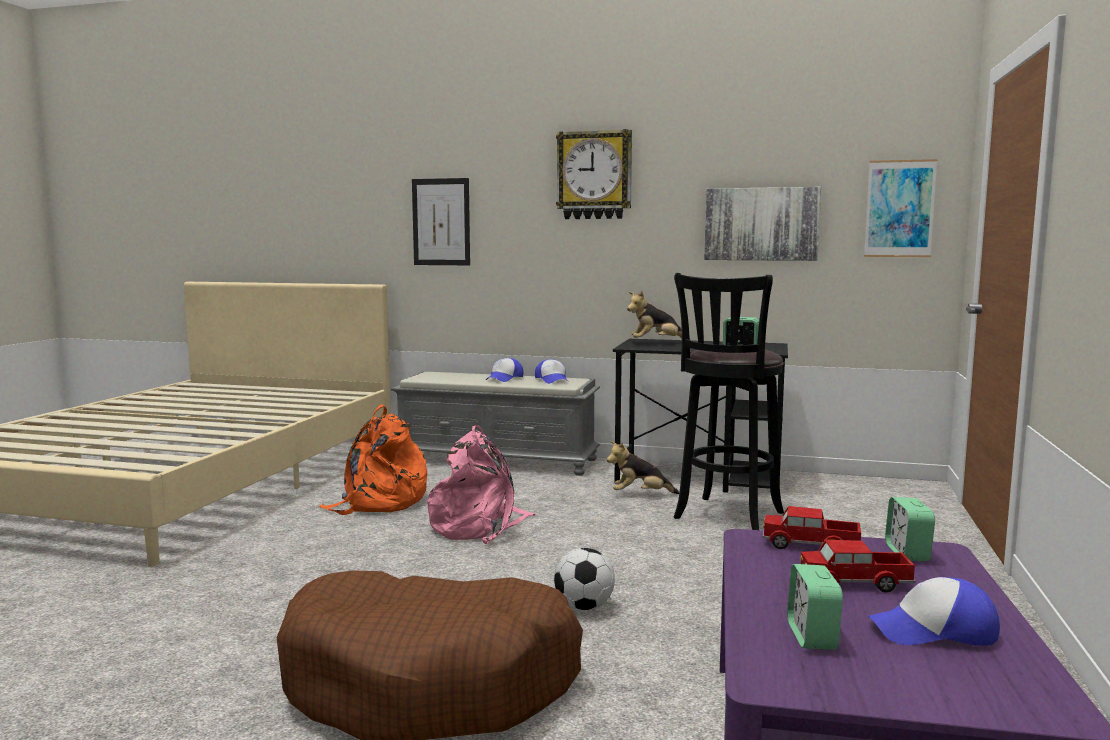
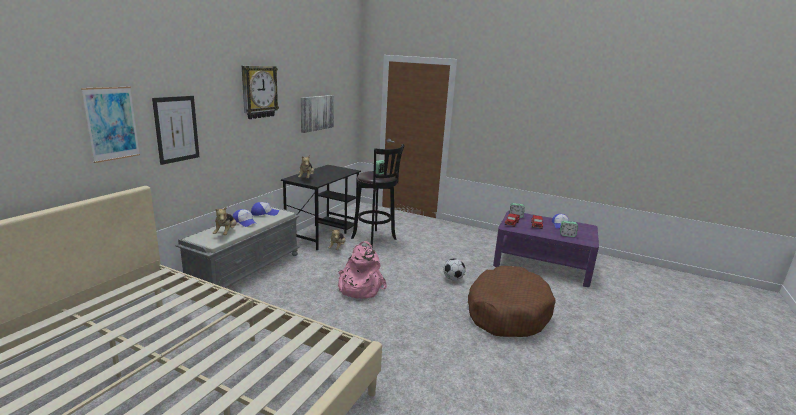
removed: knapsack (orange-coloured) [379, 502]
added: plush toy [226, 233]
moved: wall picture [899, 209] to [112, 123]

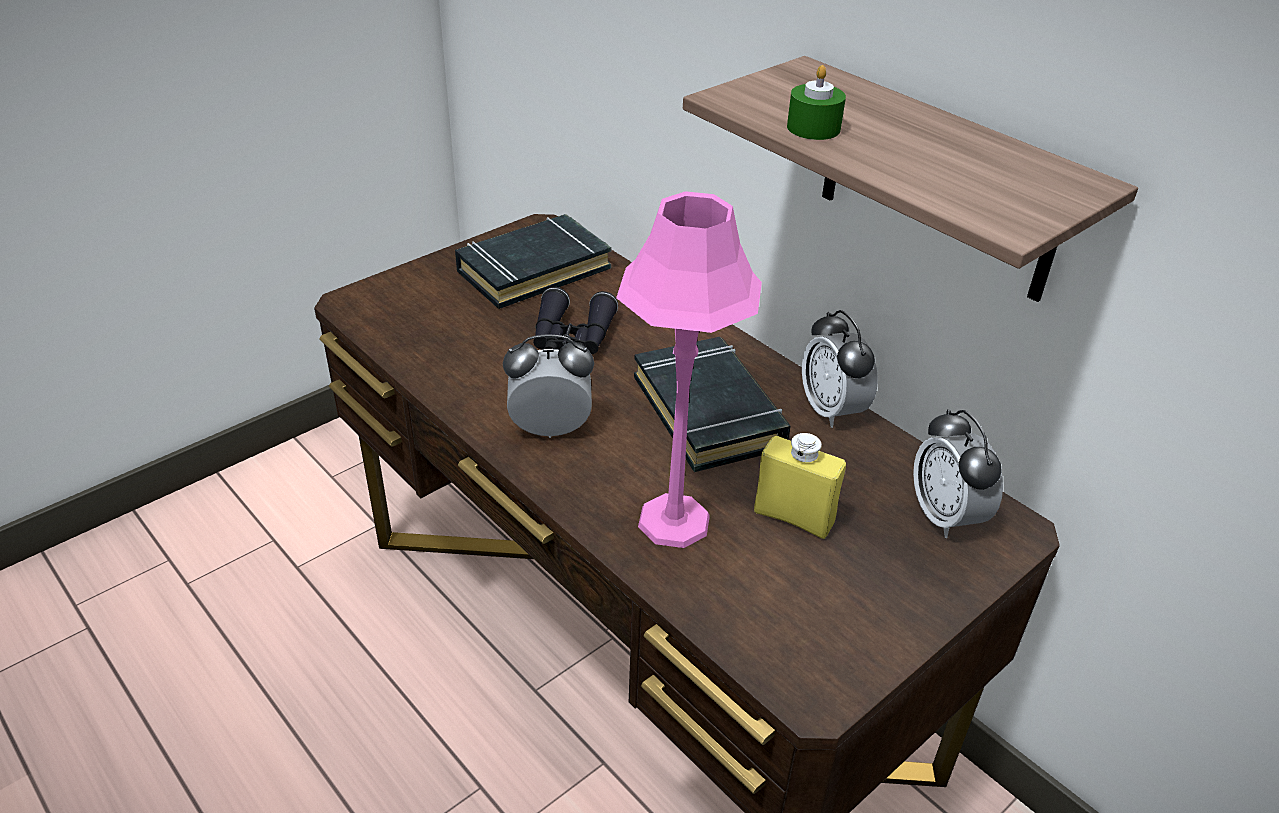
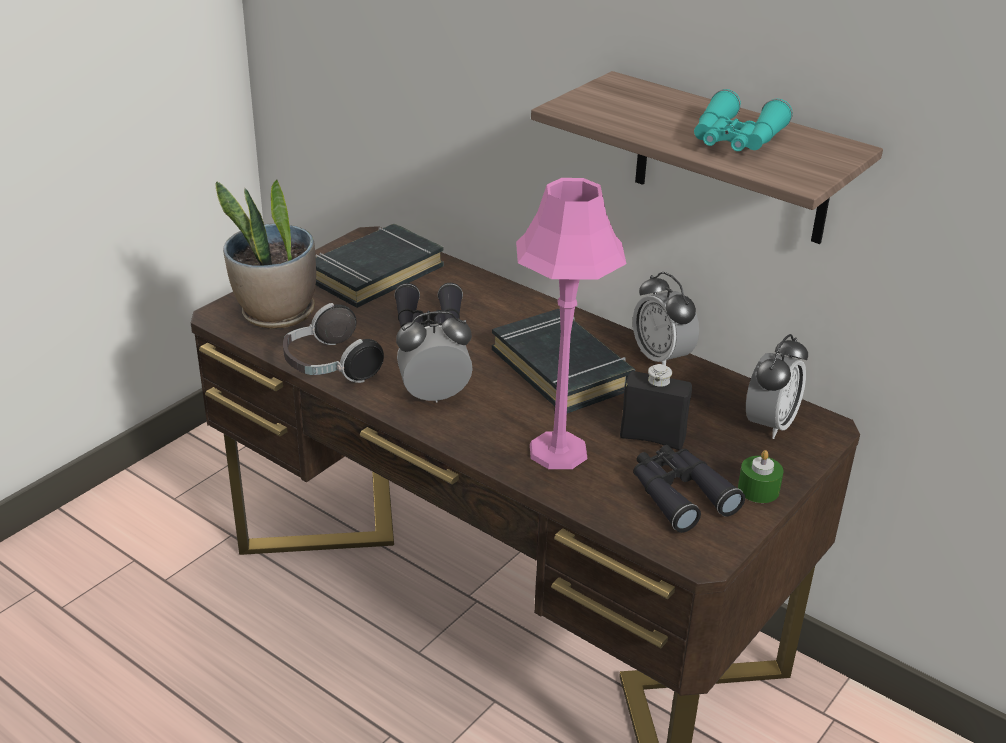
added: plant in a pot [276, 314]; headphones [329, 366]; pair of binoculars (blackish) [679, 494]; pair of binoculars (blue-green) [736, 140]
moved: wax light (greenish) [813, 128] to [758, 489]
recoloured: bottle (yellowish) [793, 517] to bottle (blackish) [652, 438]
turned: bedside clock [945, 516] = [770, 424] 120 degrees counterclockwise

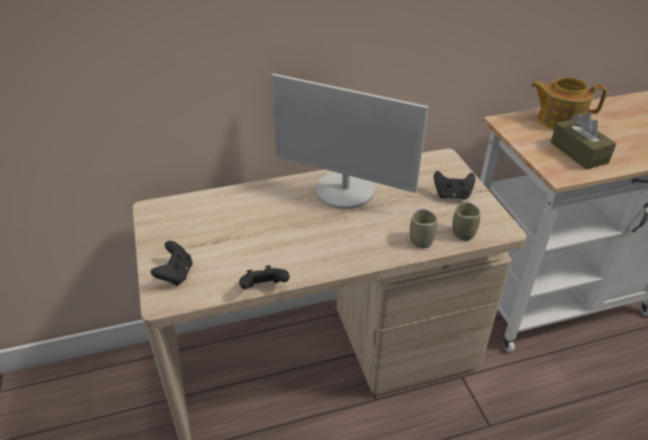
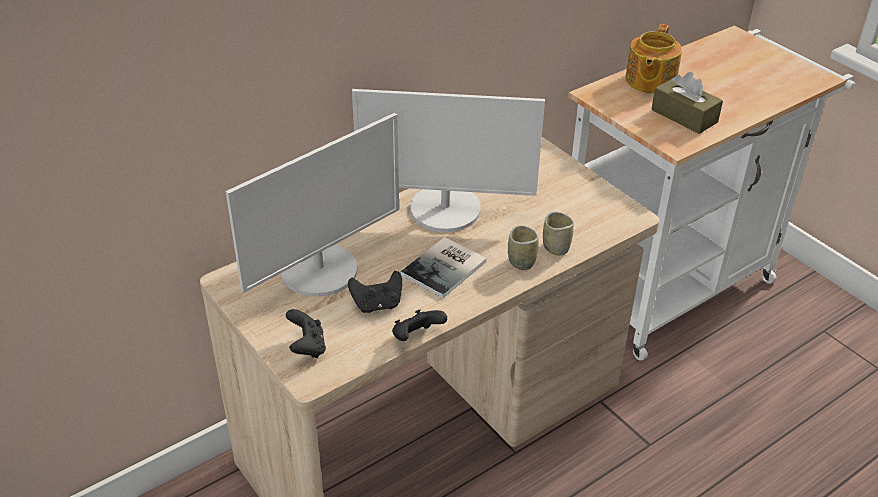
added: computer display [320, 270]; bound book [446, 268]
moved: joypad (blackish) [452, 195] to [377, 305]; small cup [463, 233] to [521, 262]
turned: teapot [559, 120] = [649, 81] 60 degrees counterclockwise

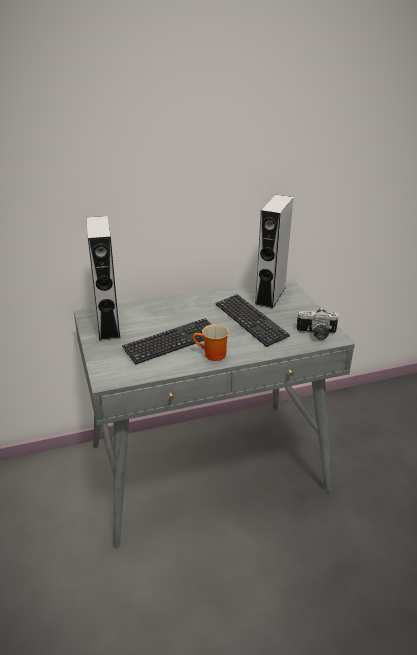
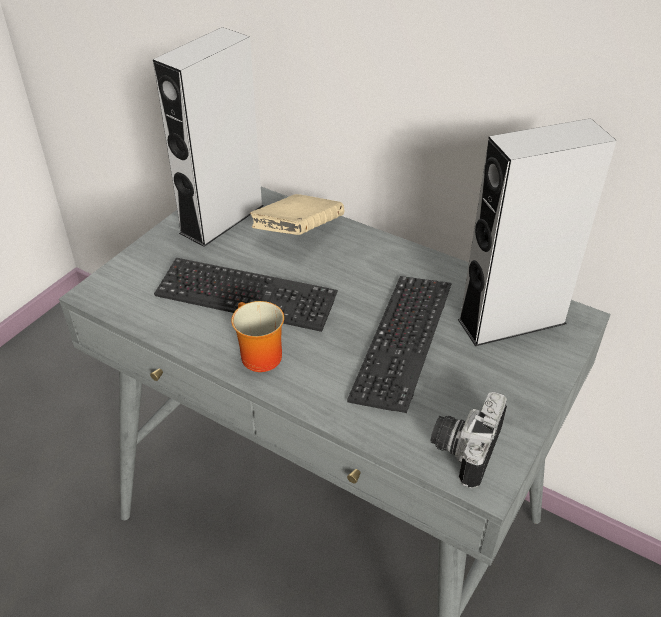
added: bound book (beige-coloured) [298, 233]
turned: still camera [316, 335] = [463, 447] 60 degrees clockwise

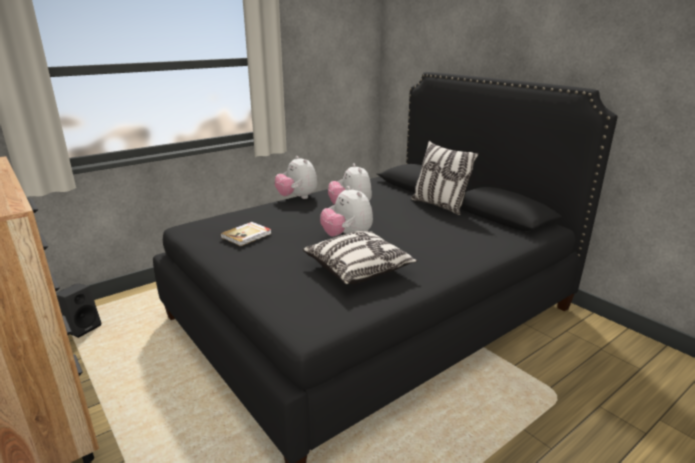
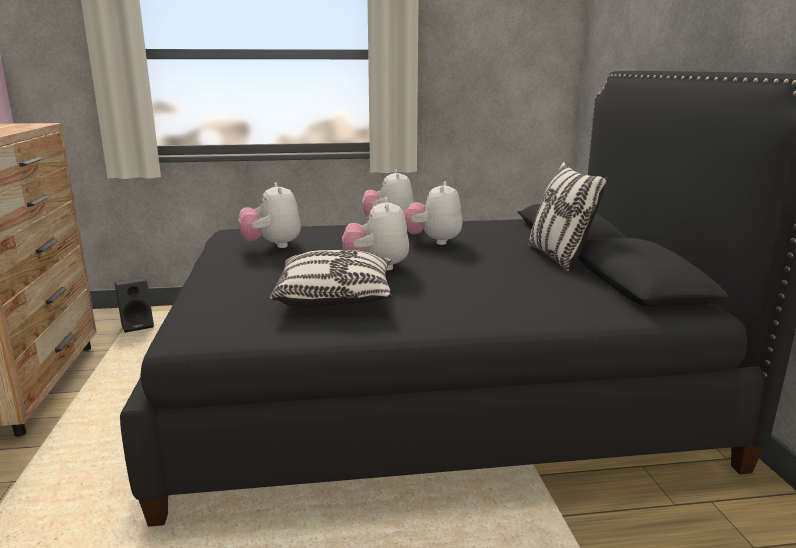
replaced: bound book [247, 235] to plush toy [272, 245]

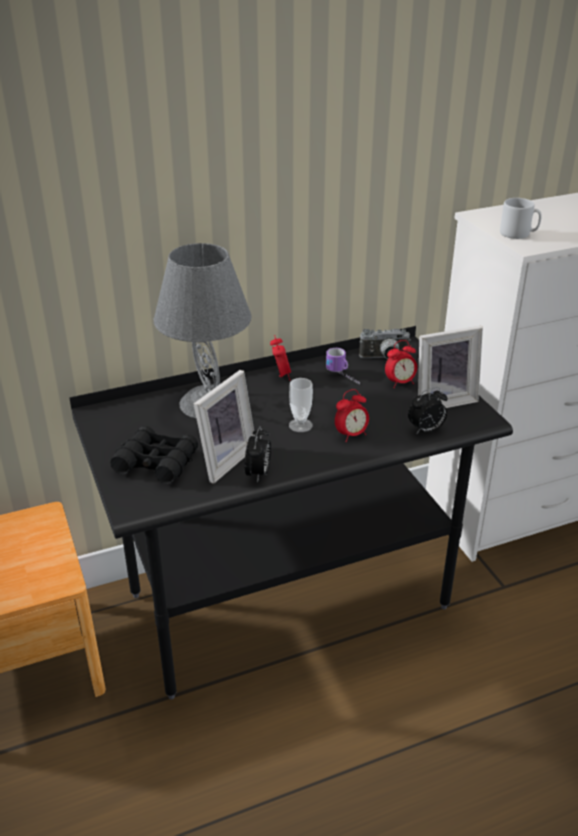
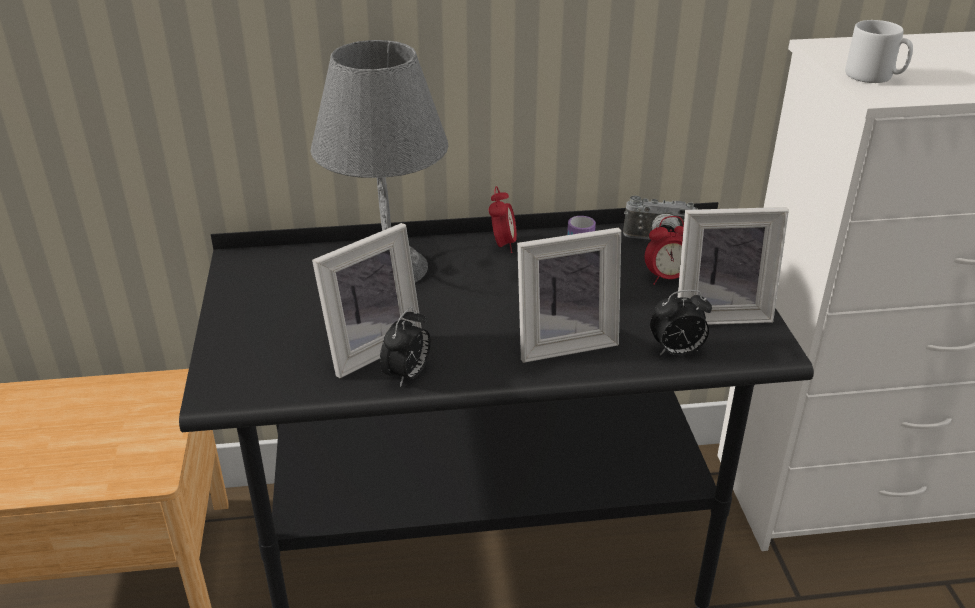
removed: pair of binoculars (blackish) [156, 462]; small cup [300, 425]
replaced: bedside clock [351, 435] to standing frame [563, 341]

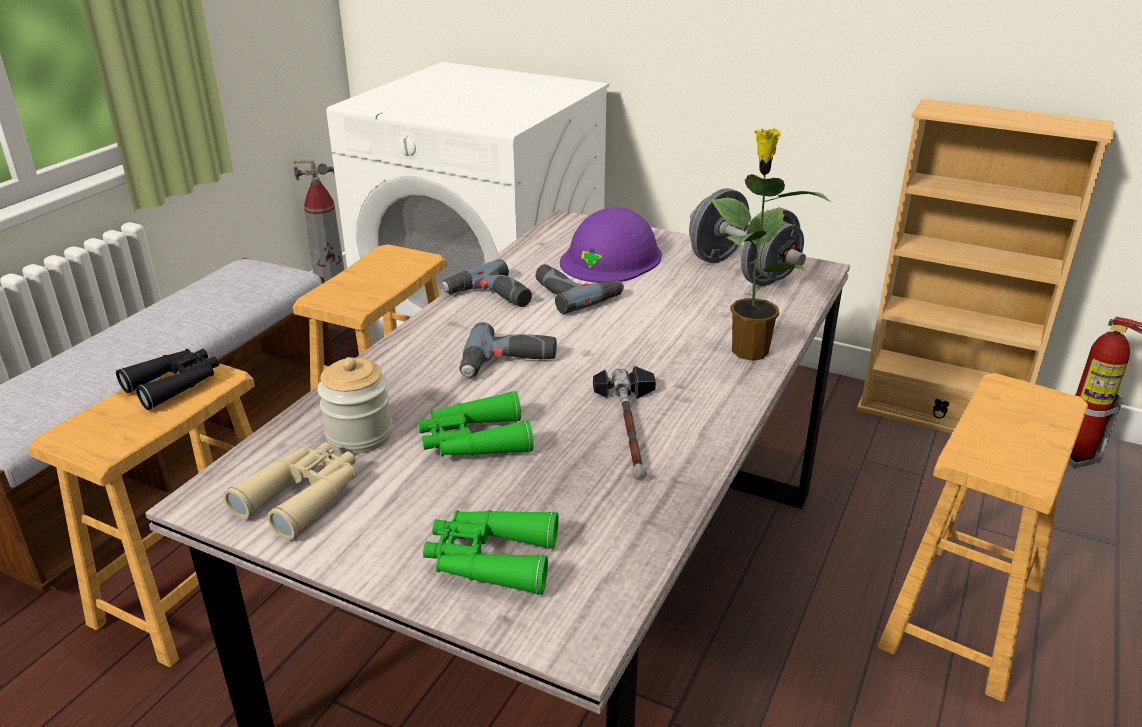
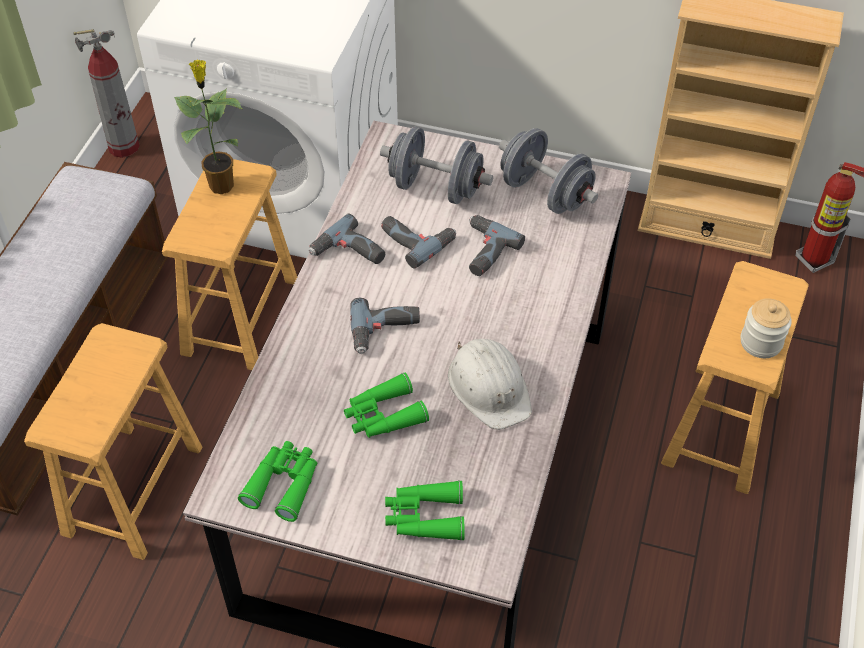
removed: pair of binoculars (blackish) [175, 384]
added: electric drill [482, 250]
moved: plant in a pot [748, 350] to [220, 184]; preserve jar [359, 435] to [761, 342]
replaced: work helmet (purplish) [611, 258] to free weight (grey) [436, 188]; tool hammer [631, 428] to work helmet (white-coloured) [489, 387]
recoloured: pair of binoculars (beige-coloured) [302, 497] to pair of binoculars (greenish) [284, 483]

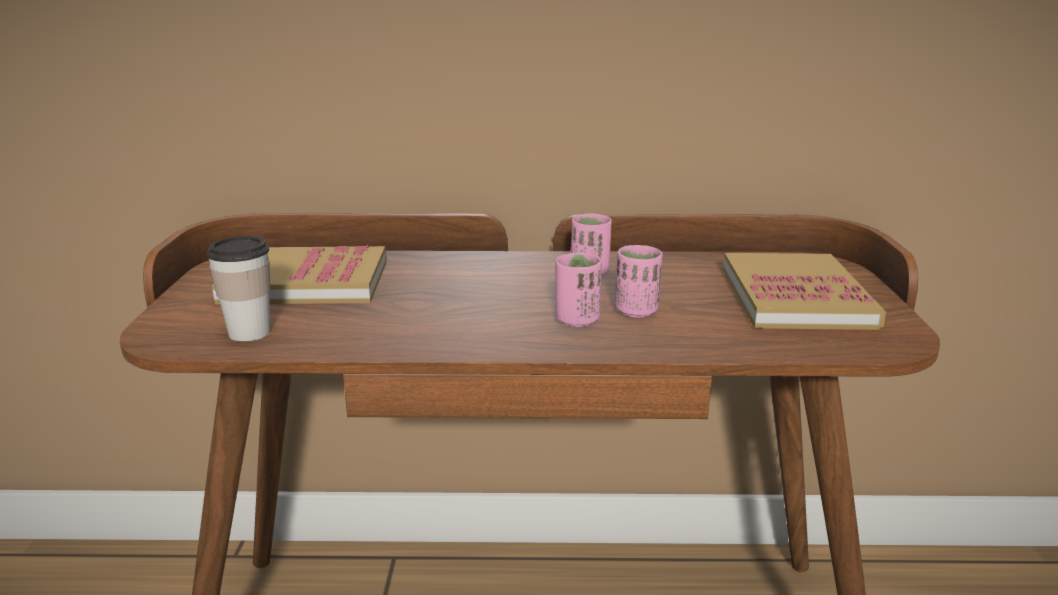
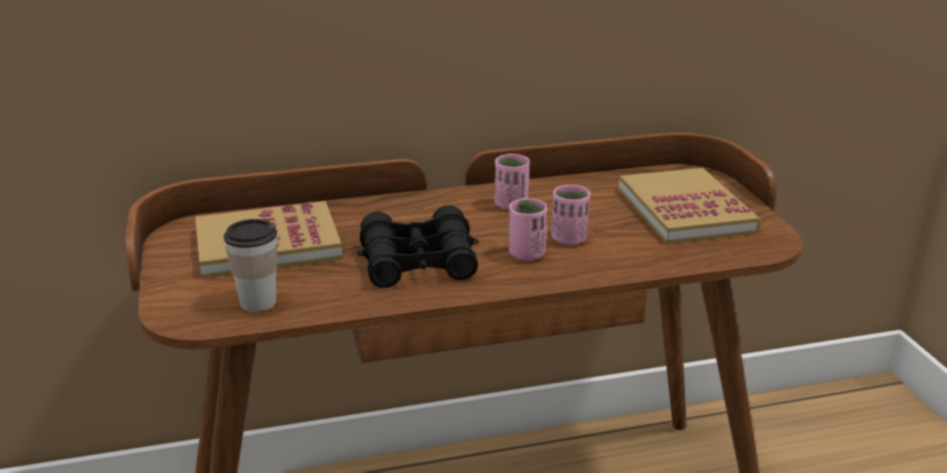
added: pair of binoculars (blackish) [418, 262]

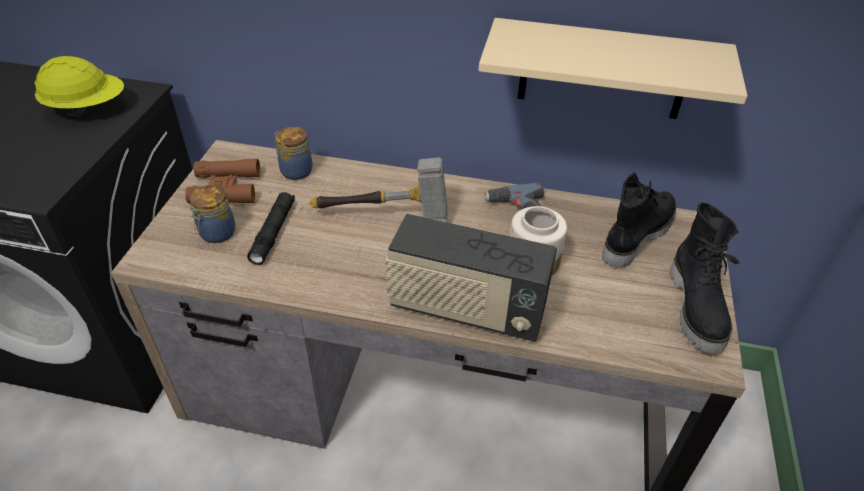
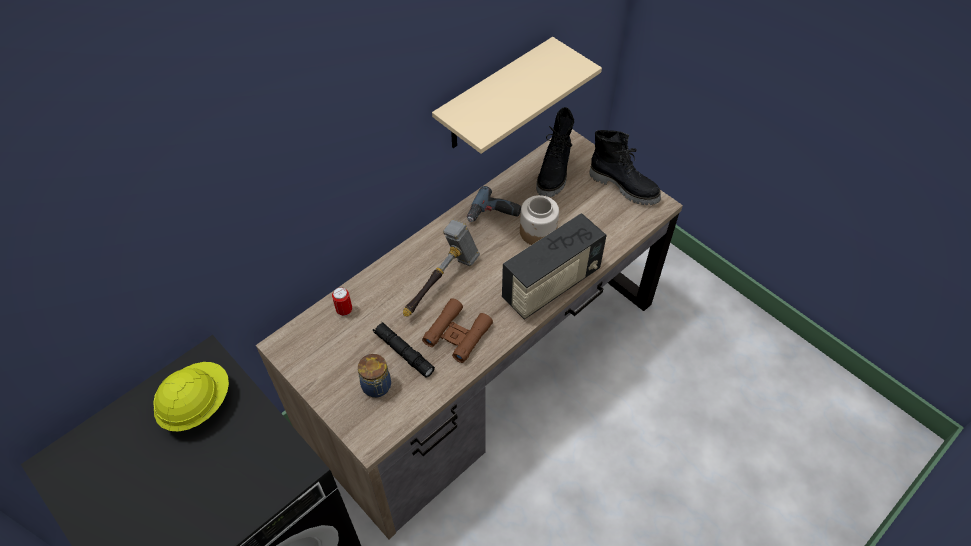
moved: pair of binoculars (brownish) [225, 188] to [457, 334]
replaced: preserve jar [295, 171] to sealed can [344, 310]
turned: boot (blackish) [635, 235] = [555, 173] 150 degrees counterclockwise

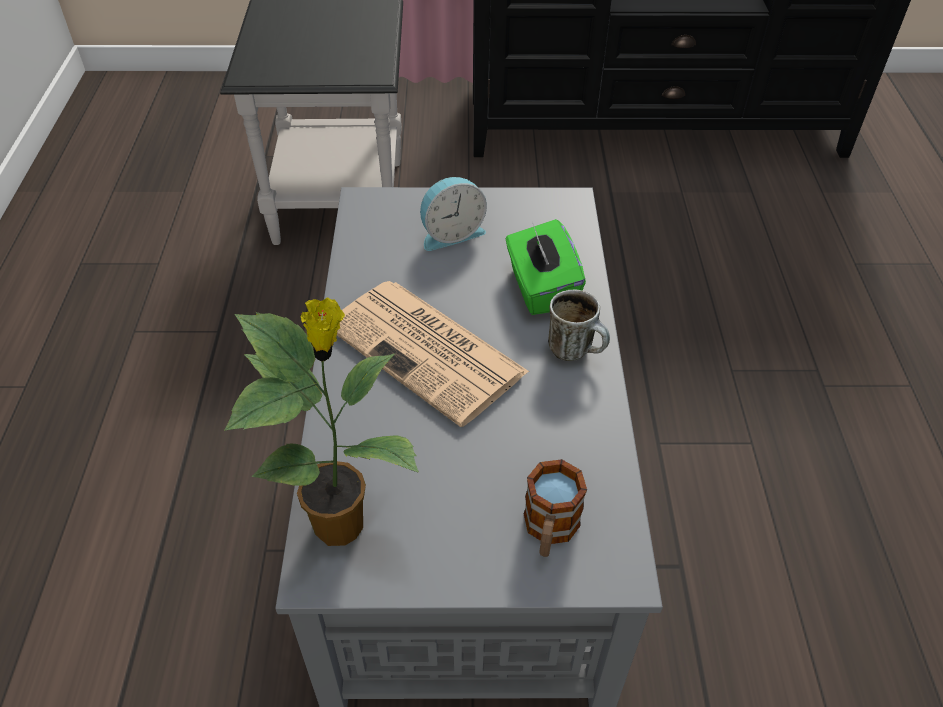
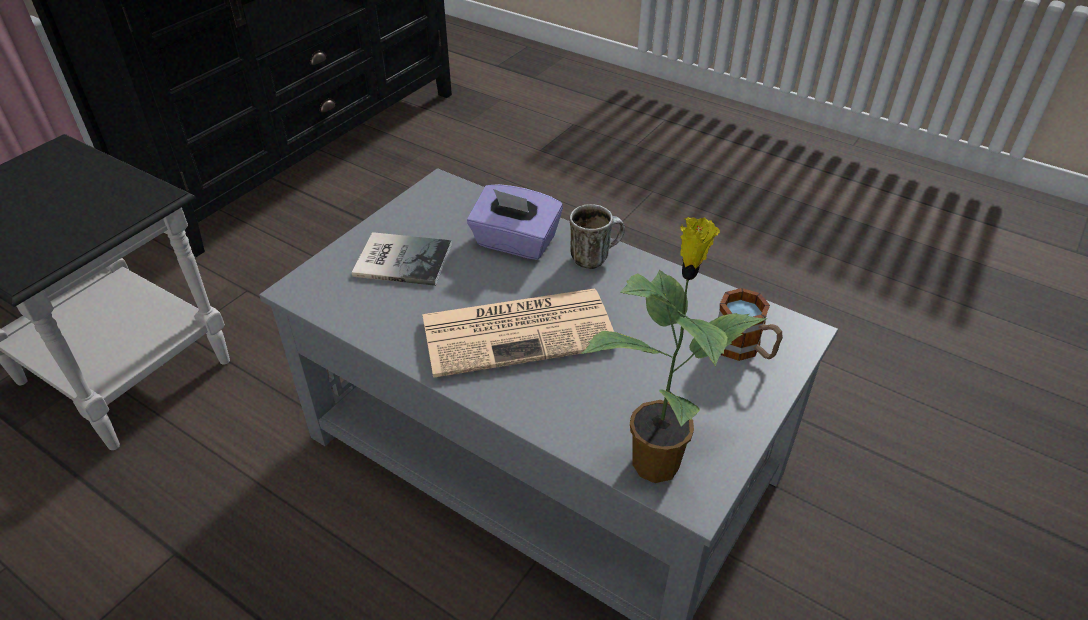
replaced: bedside clock [451, 233] to bound book [401, 258]
recoloured: box of tissues (greenish) [541, 288] to box of tissues (purplish) [515, 243]

